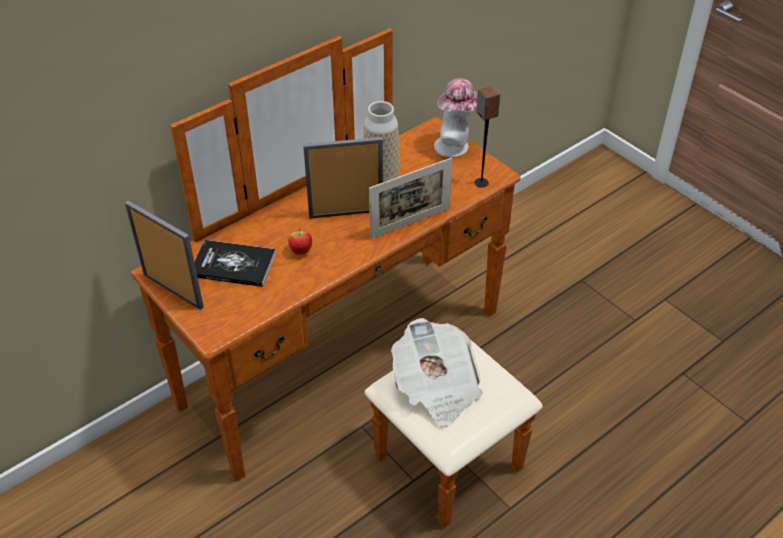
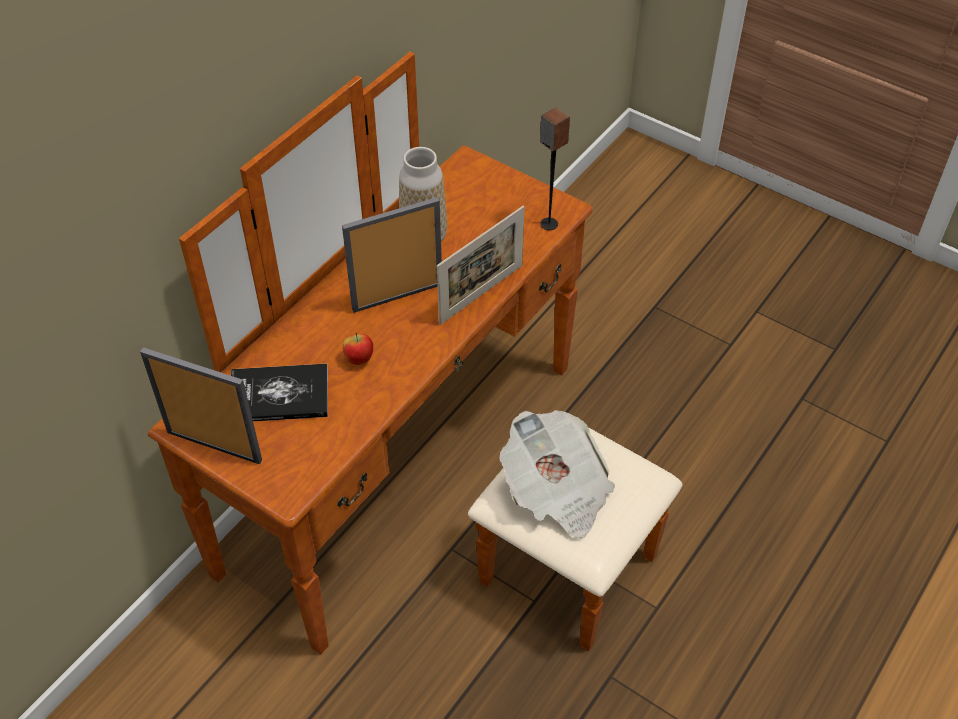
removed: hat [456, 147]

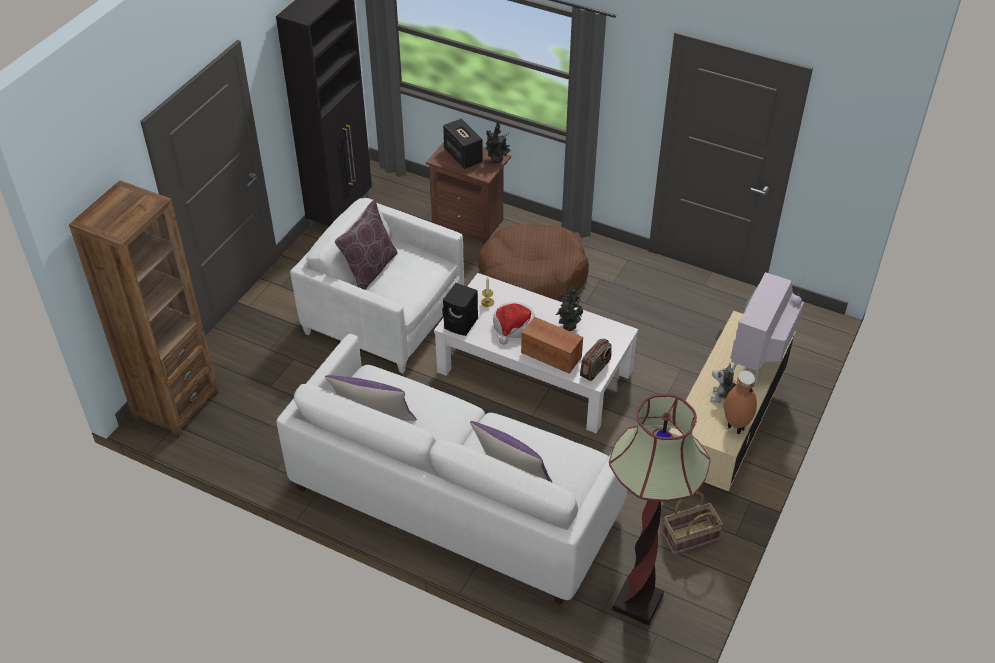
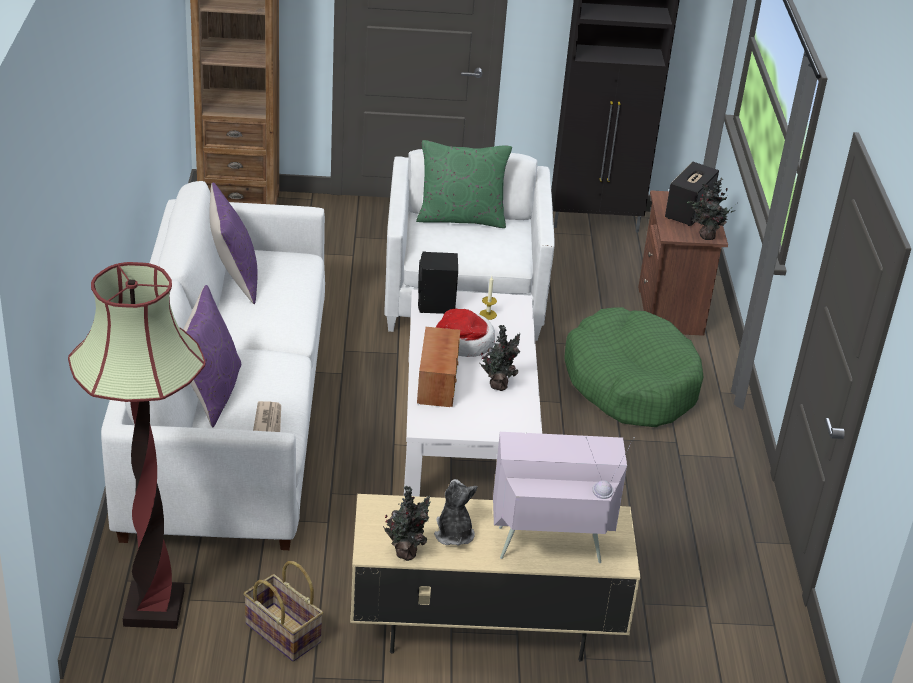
removed: radio [595, 368]
added: daily paper [268, 420]
replaced: flower vase (brownish) [735, 427] to plant in a pot [406, 552]
recoloured: cushion (brownish) [369, 270] to cushion (greenish) [461, 218]; pet bed (brownish) [532, 274] to pet bed (greenish) [631, 383]

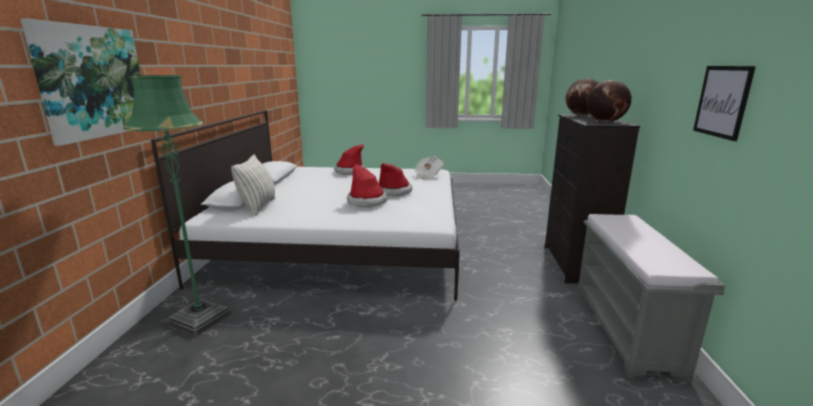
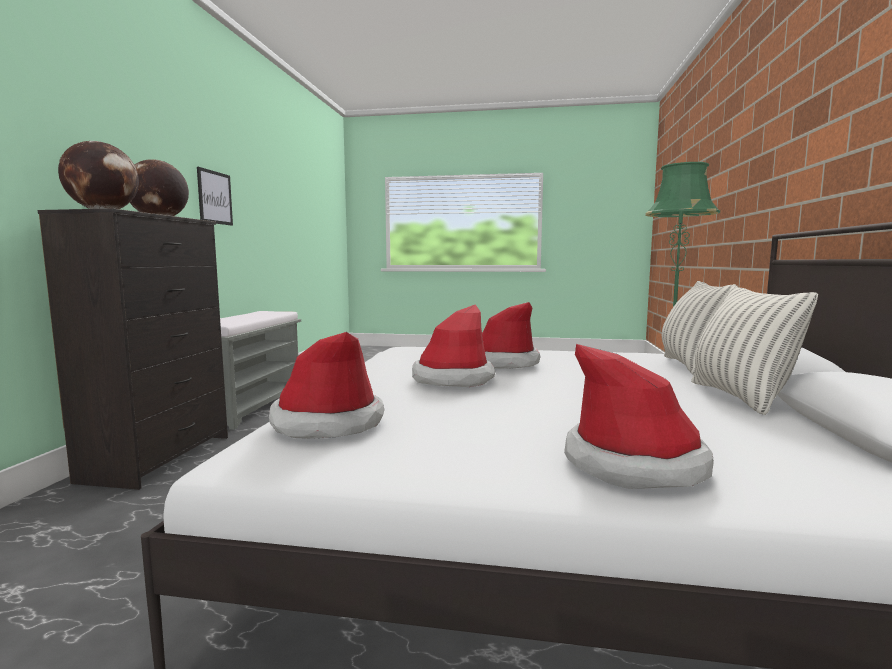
removed: wall picture [93, 82]
added: cushion [740, 397]
replaced: daily paper [427, 176] to hat [328, 423]

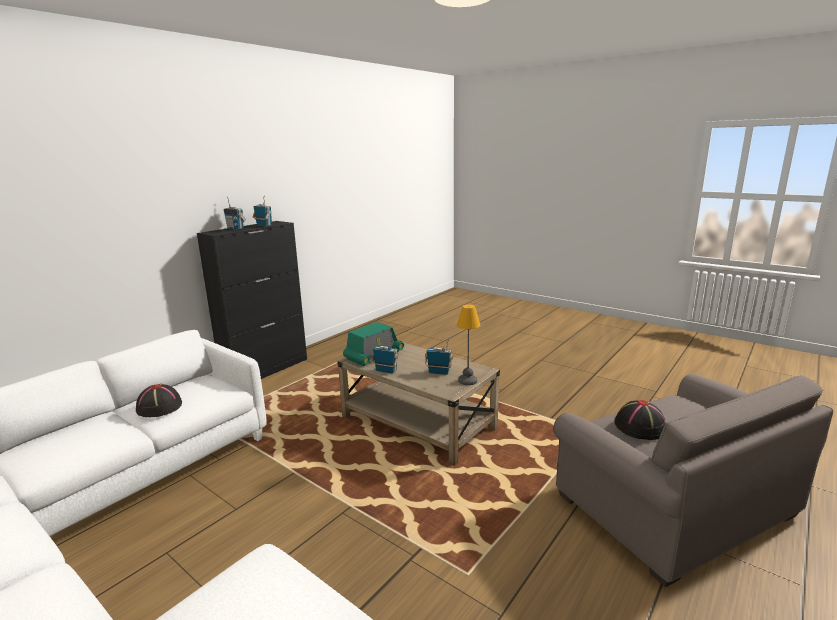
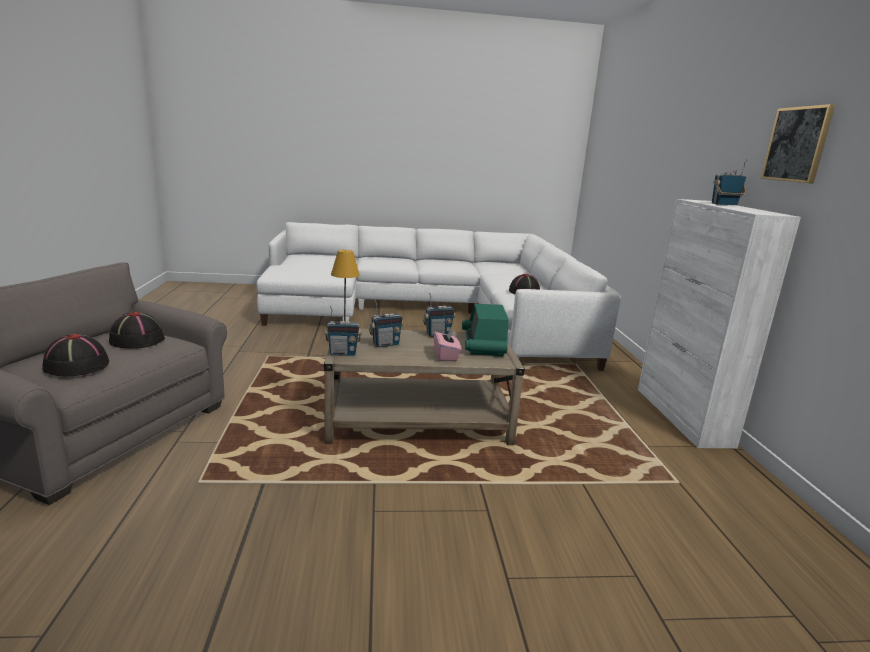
added: hat (blackish) [76, 366]; box of tissues (pinkish) [446, 356]; wall picture [797, 144]
moved: radio [264, 225] to [342, 353]
recoloured: cabinet (blackish) [266, 370] to cabinet (white-coloured) [682, 416]

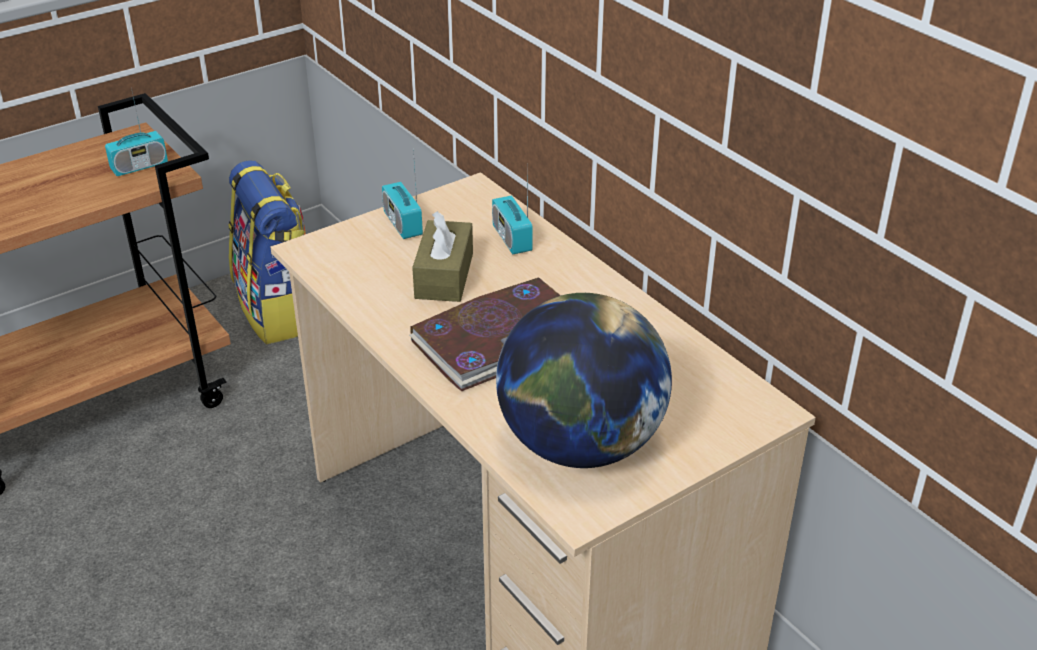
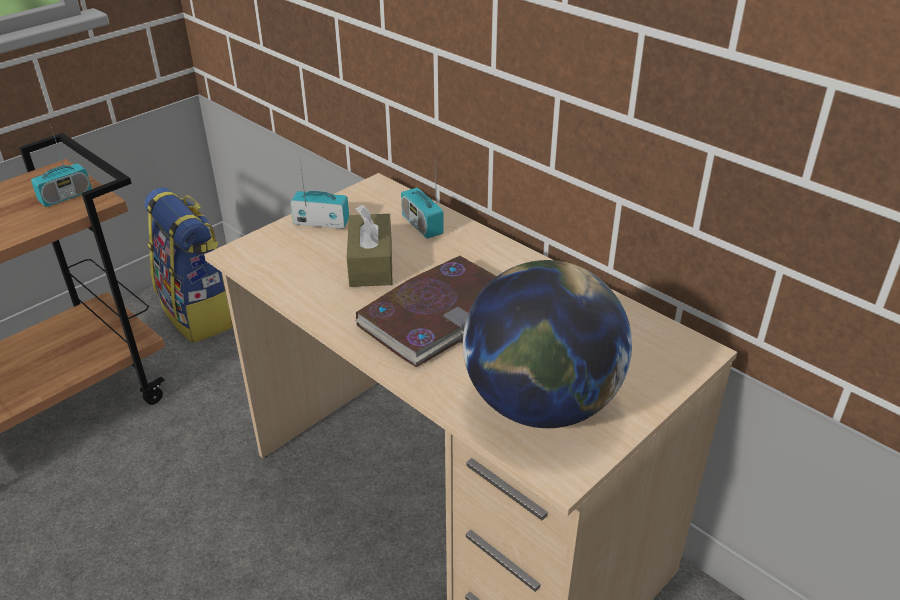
turned: radio [402, 224] = [321, 222] 135 degrees clockwise

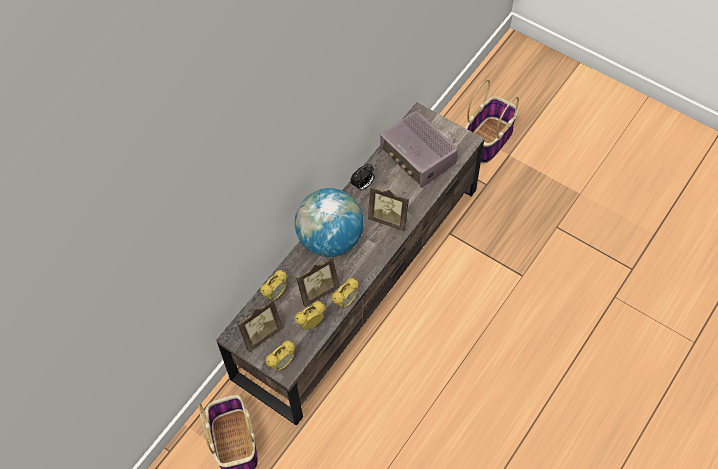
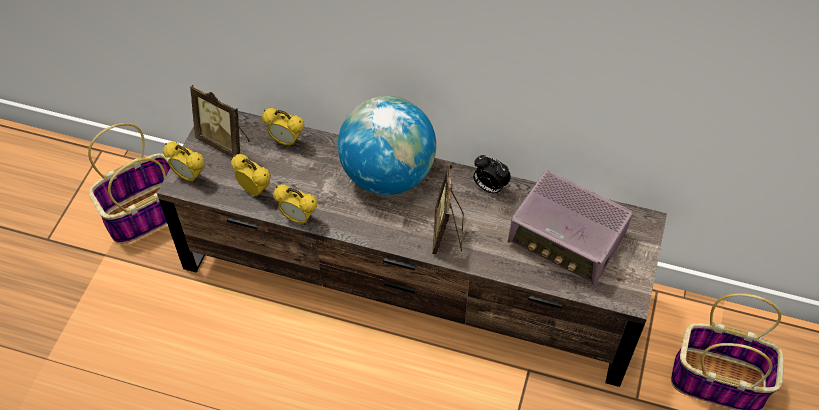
removed: standing frame [317, 291]
turned: radio [418, 158] = [567, 240] 90 degrees counterclockwise

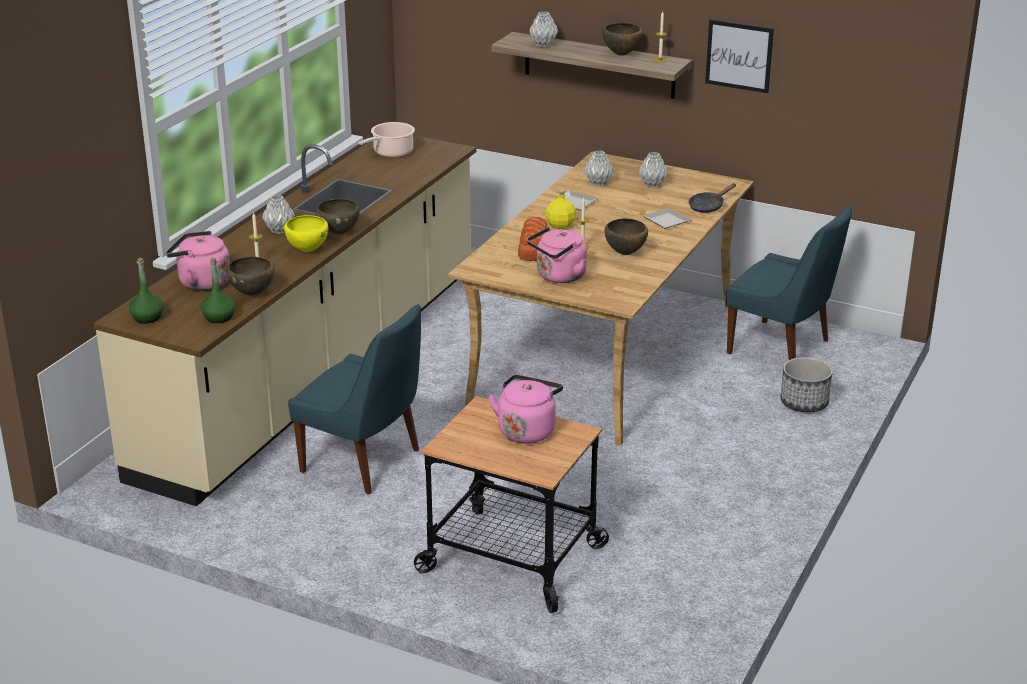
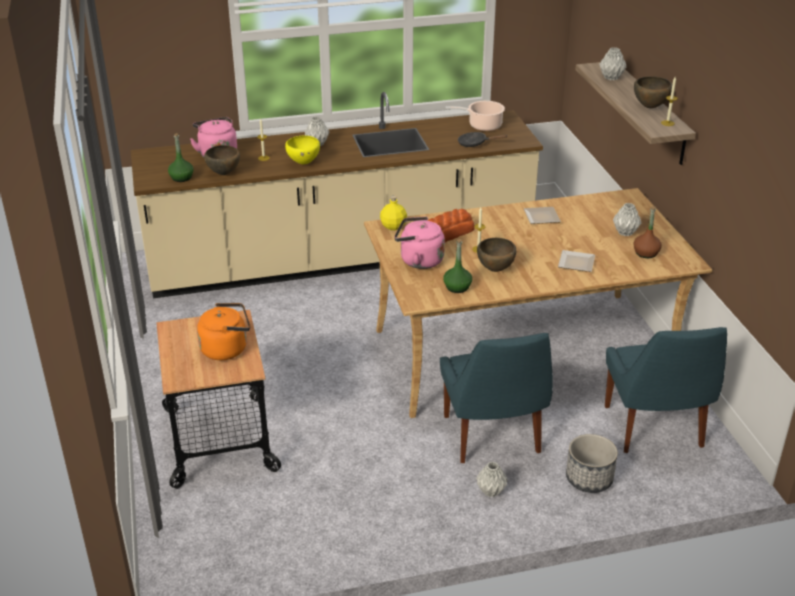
removed: bowl (brownish) [339, 233]; wall picture [739, 56]
added: bottle (brownish) [646, 253]
moved: bottle (yellowish) [560, 225] to [393, 226]; upright chair (blue-coloured) [364, 462] to [492, 437]; bottle (greenish) [147, 318] to [457, 287]; frying pan (blackish) [708, 206] to [475, 143]; flower vase (grey) [598, 183] to [491, 491]
recoloured: tea kettle (pinkish) [527, 430] to tea kettle (orange-coloured) [227, 349]

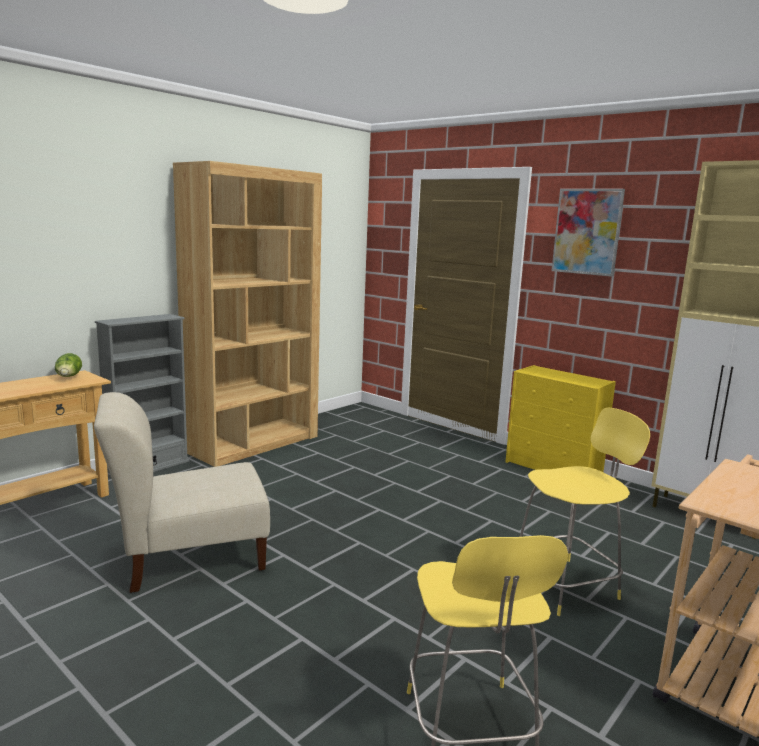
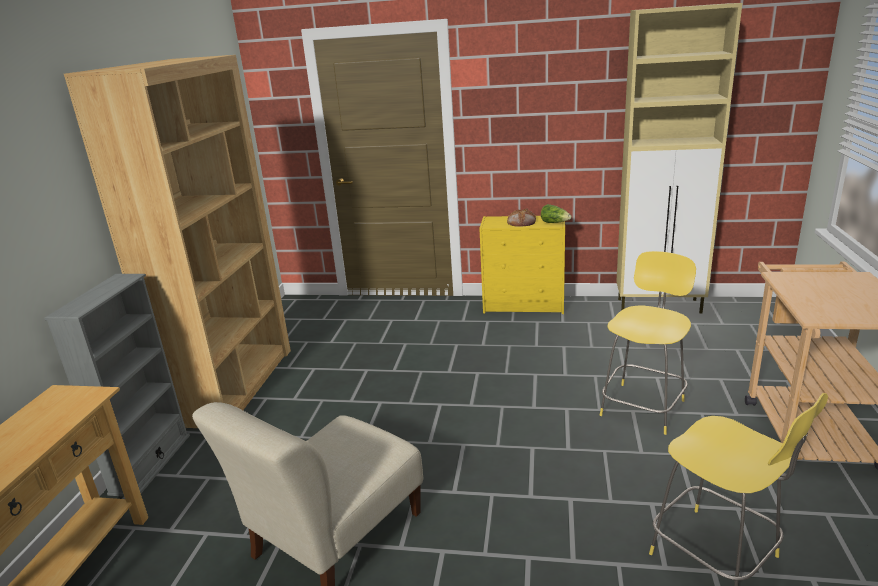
removed: wall picture [587, 232]
added: baked bread [521, 222]
moved: lettuce head [69, 377] to [555, 223]

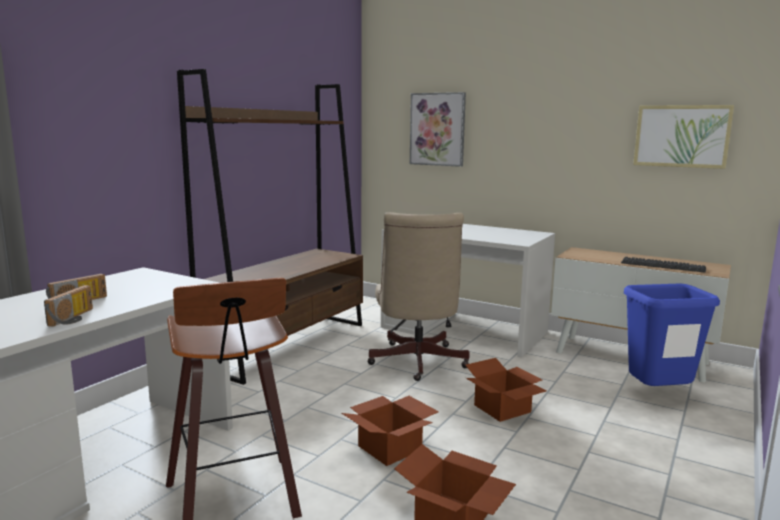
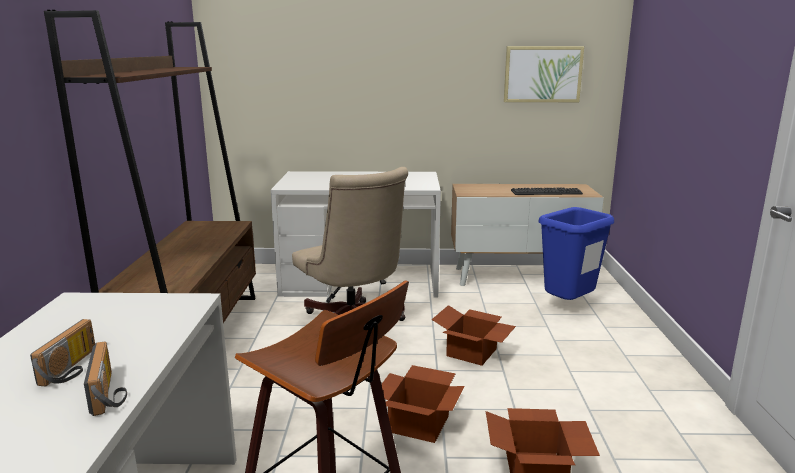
removed: wall picture [437, 129]

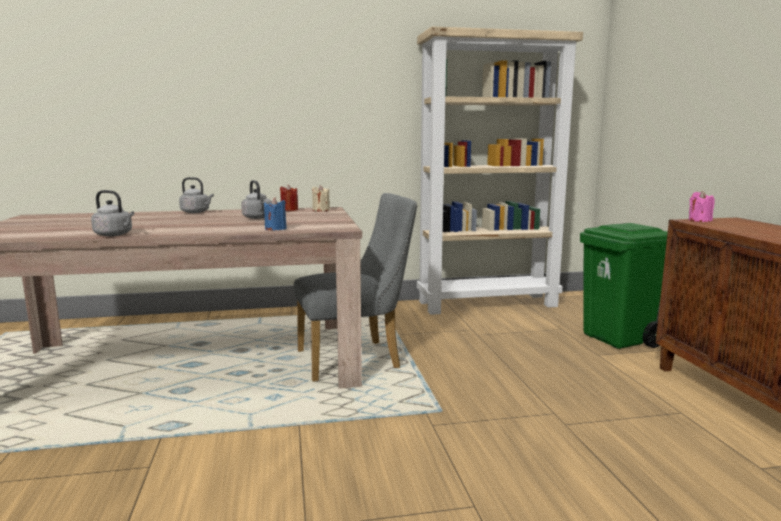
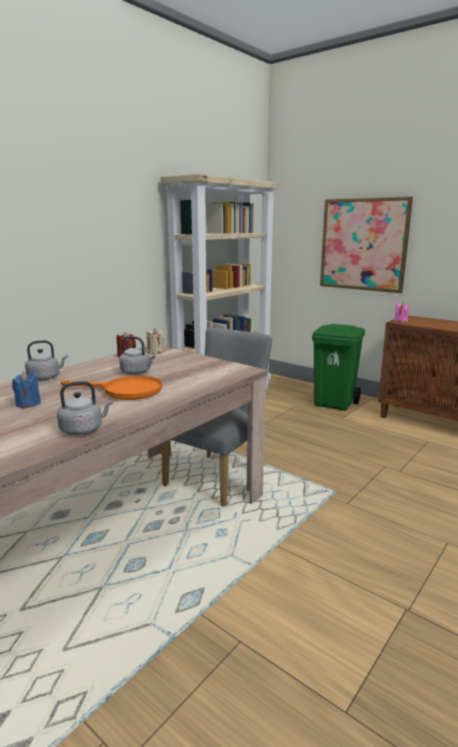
added: frying pan (orange-coloured) [124, 391]; wall picture [363, 244]
moved: wax light (blue-coloured) [275, 229] to [28, 404]

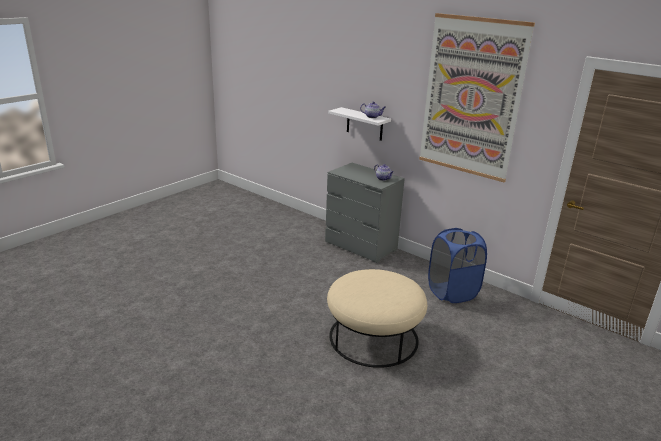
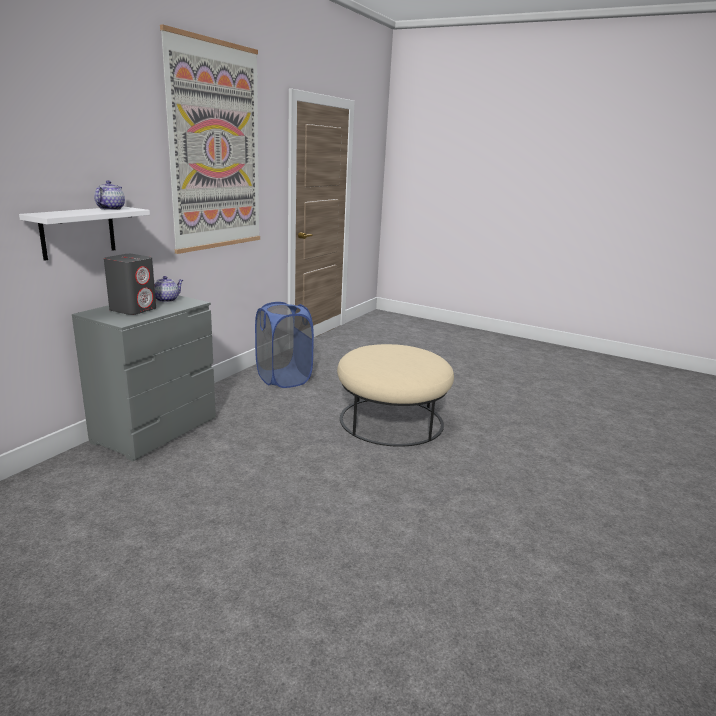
added: loudspeaker (grey) [133, 309]

